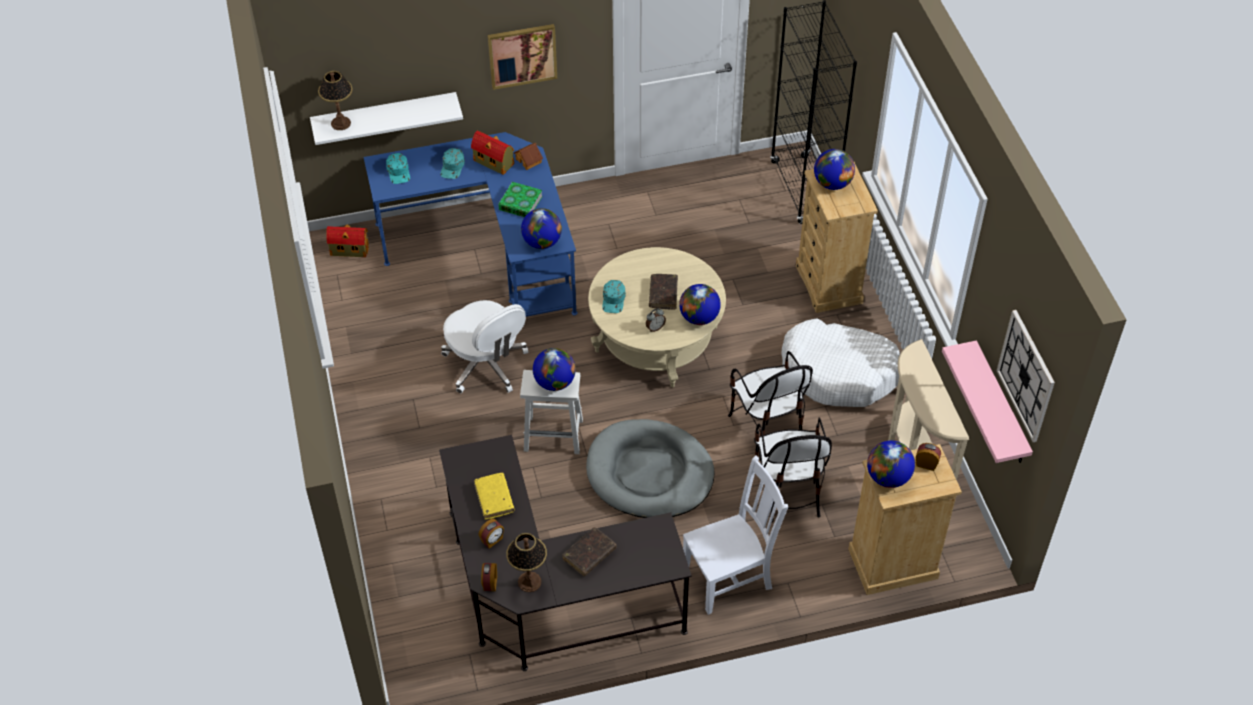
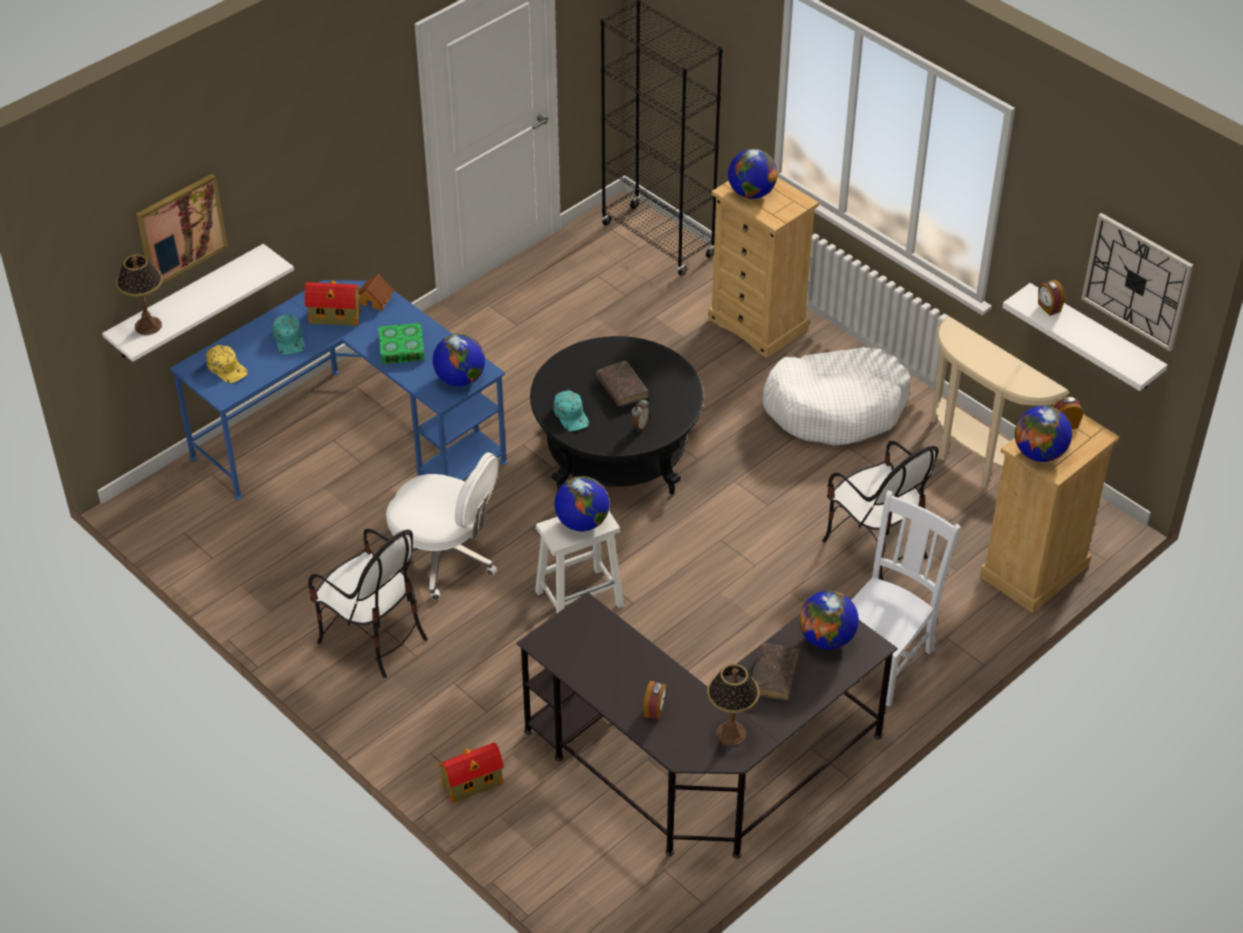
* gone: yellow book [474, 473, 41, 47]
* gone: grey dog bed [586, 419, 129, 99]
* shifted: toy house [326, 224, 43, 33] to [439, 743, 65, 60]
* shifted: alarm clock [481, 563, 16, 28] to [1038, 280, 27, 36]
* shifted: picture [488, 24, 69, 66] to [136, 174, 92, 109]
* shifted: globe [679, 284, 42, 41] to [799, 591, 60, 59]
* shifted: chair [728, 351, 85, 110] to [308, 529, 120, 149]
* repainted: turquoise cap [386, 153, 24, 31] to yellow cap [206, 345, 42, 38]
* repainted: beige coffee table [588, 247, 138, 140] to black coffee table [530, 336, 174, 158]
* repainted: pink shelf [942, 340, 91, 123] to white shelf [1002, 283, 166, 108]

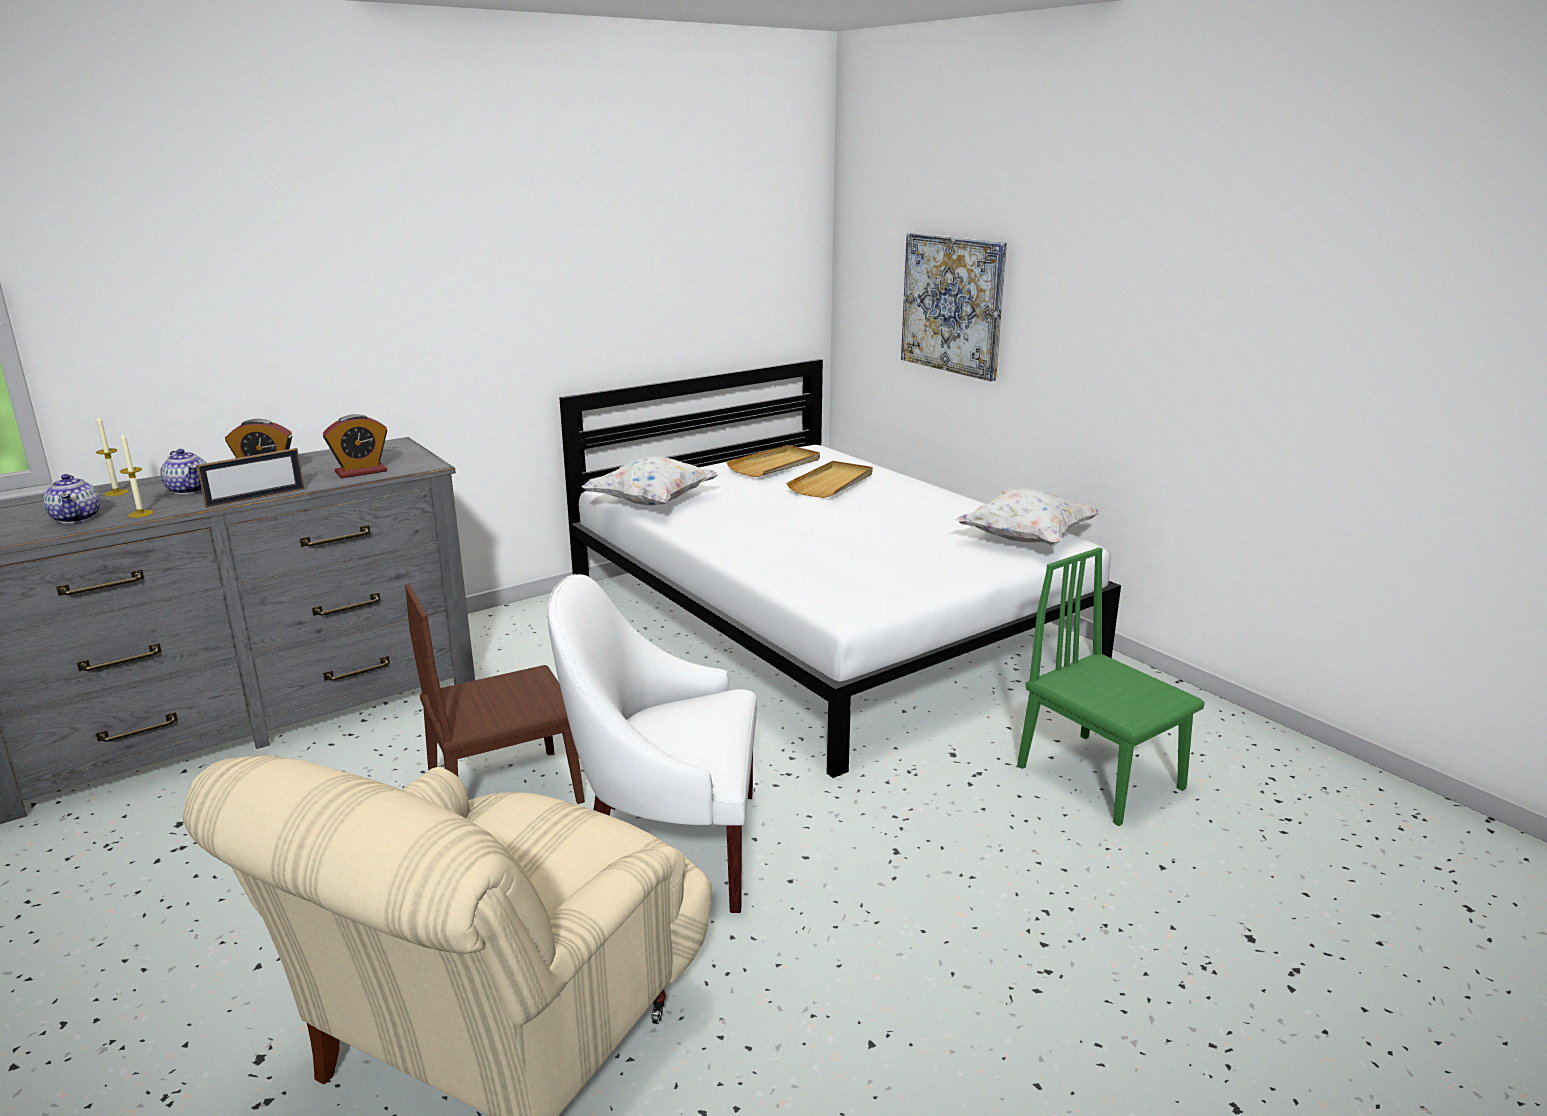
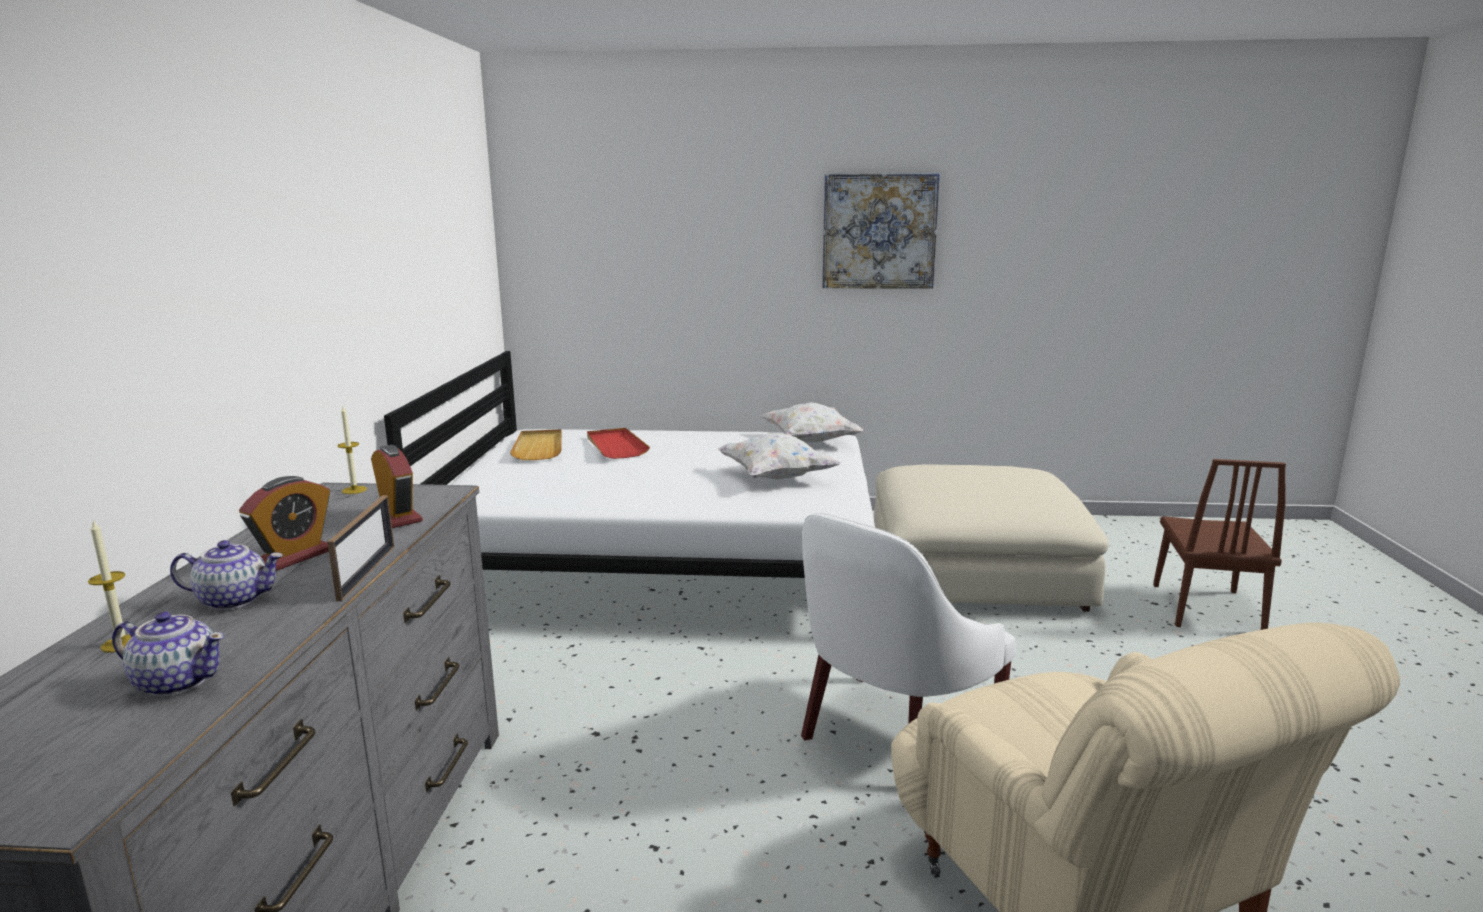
* shifted: candle [120, 433, 34, 85] to [337, 406, 30, 88]
* shifted: brown chair [405, 584, 180, 220] to [1153, 459, 133, 171]
* shifted: white pillow [581, 456, 138, 49] to [718, 433, 123, 46]
* shifted: picture [901, 233, 106, 148] to [822, 173, 118, 116]
* swapped: green chair [1017, 547, 188, 279] to beige ottoman [874, 464, 235, 148]
* repainted: beige tray [786, 461, 86, 37] to red tray [587, 428, 63, 31]
* rotated: alarm clock [323, 414, 64, 64] = [371, 445, 52, 83] 45 degrees counterclockwise

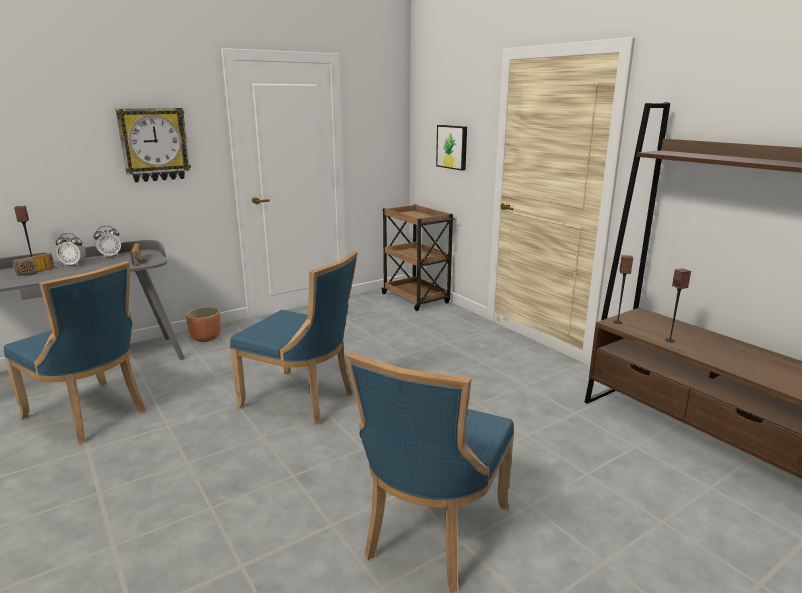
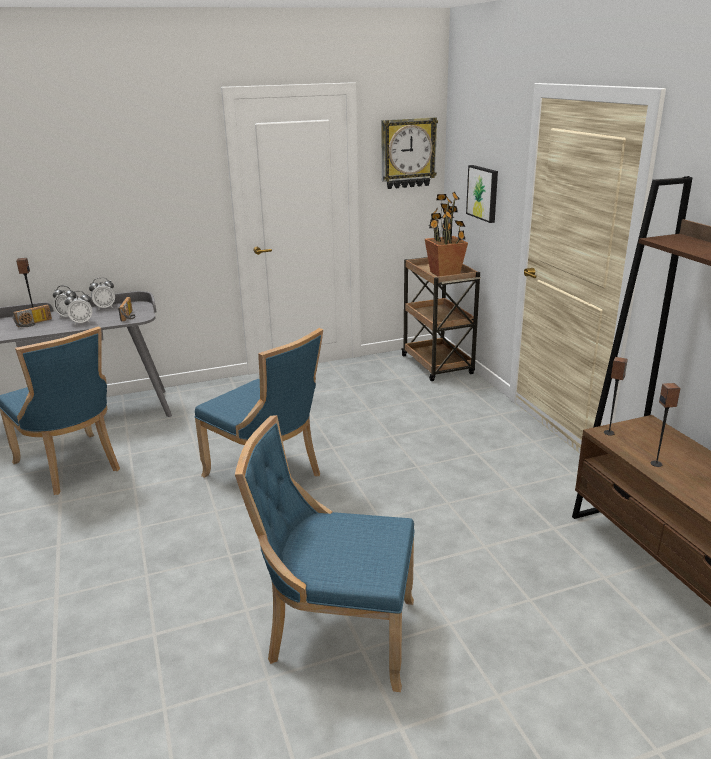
* gone: brown planter [186, 307, 35, 35]
* new: alarm clock [64, 291, 28, 34]
* new: potted plant [425, 192, 43, 85]
* shifted: wall clock [115, 108, 76, 74] to [382, 117, 56, 72]
* rotated: blue chair [346, 352, 168, 240] = [235, 415, 180, 277] 60 degrees clockwise

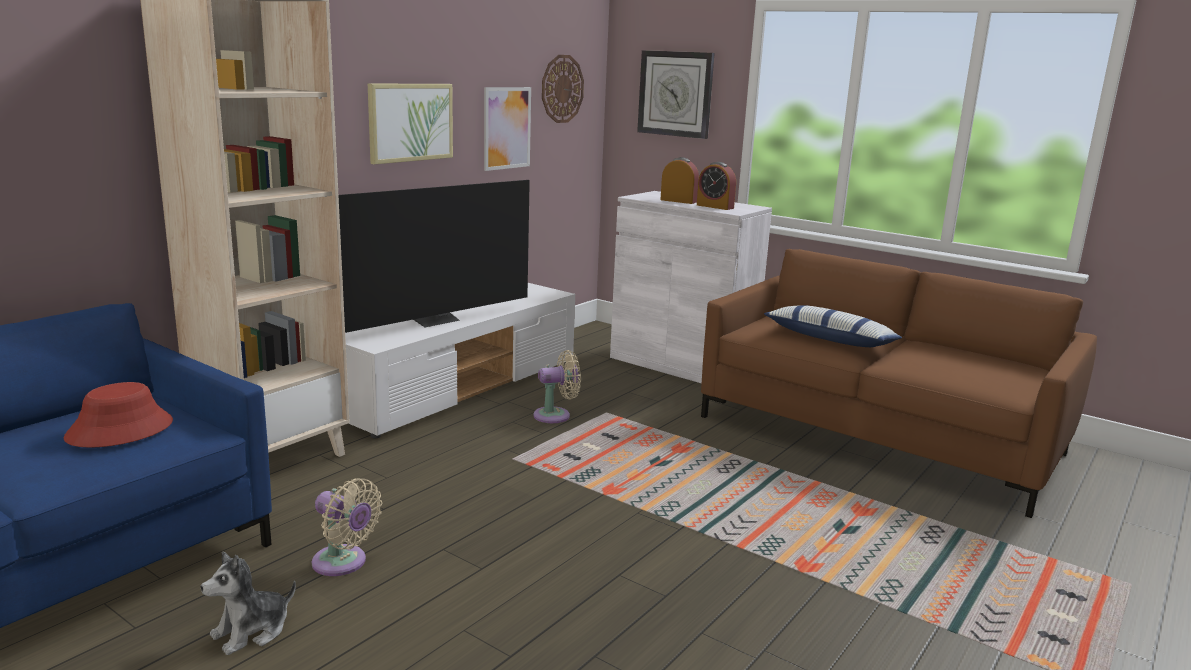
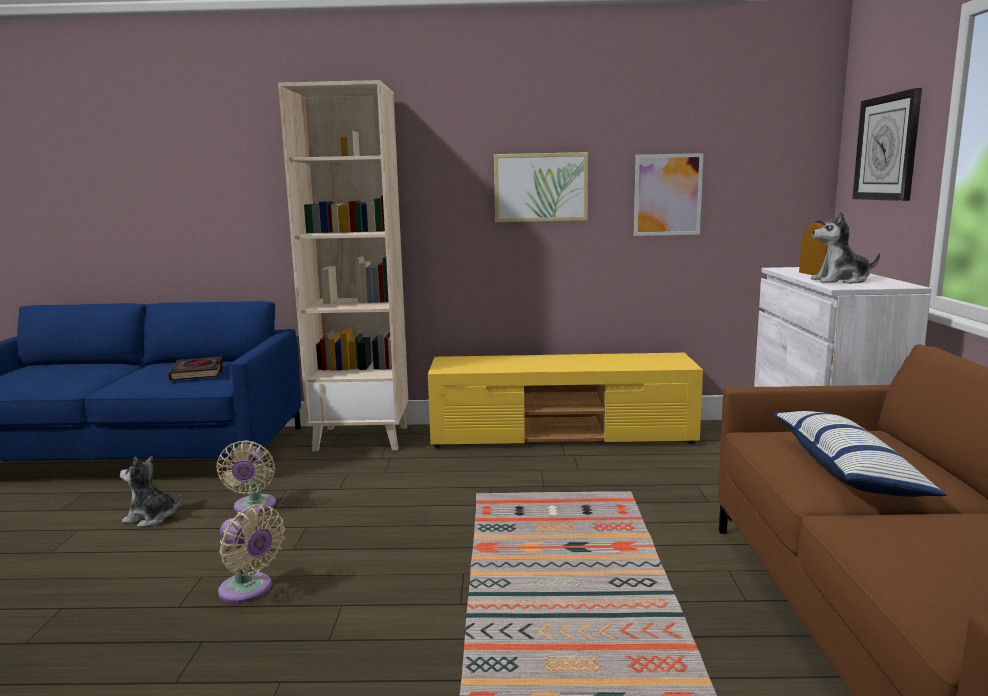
* gone: television [338, 180, 192, 153]
* gone: wall clock [542, 55, 42, 68]
* shifted: beige fan [534, 350, 47, 73] to [218, 504, 67, 99]
* swapped: red hat [63, 382, 110, 66] to black book [168, 356, 55, 25]
* swapped: alarm clock [697, 162, 39, 48] to plush toy [811, 212, 69, 72]
* repainted: white tv stand [345, 283, 230, 155] to yellow tv stand [428, 353, 275, 95]

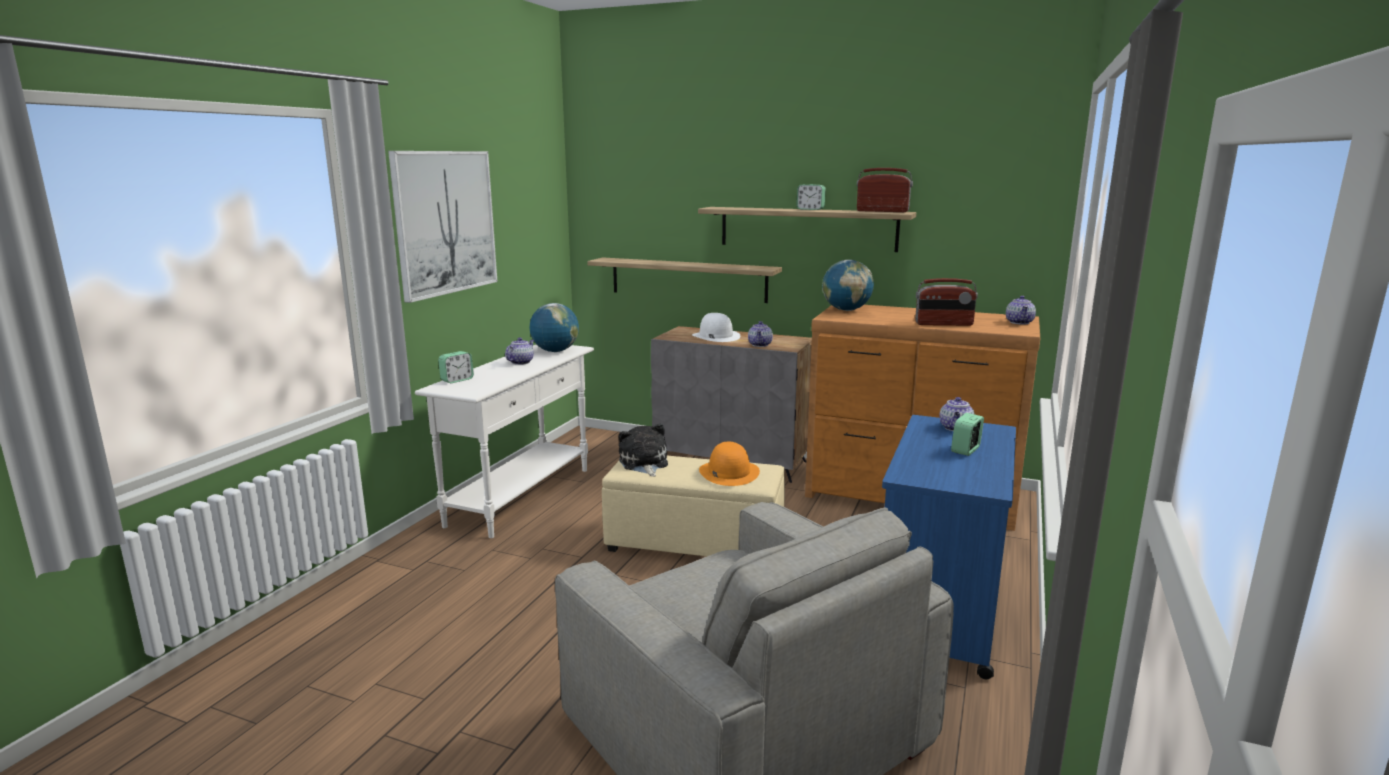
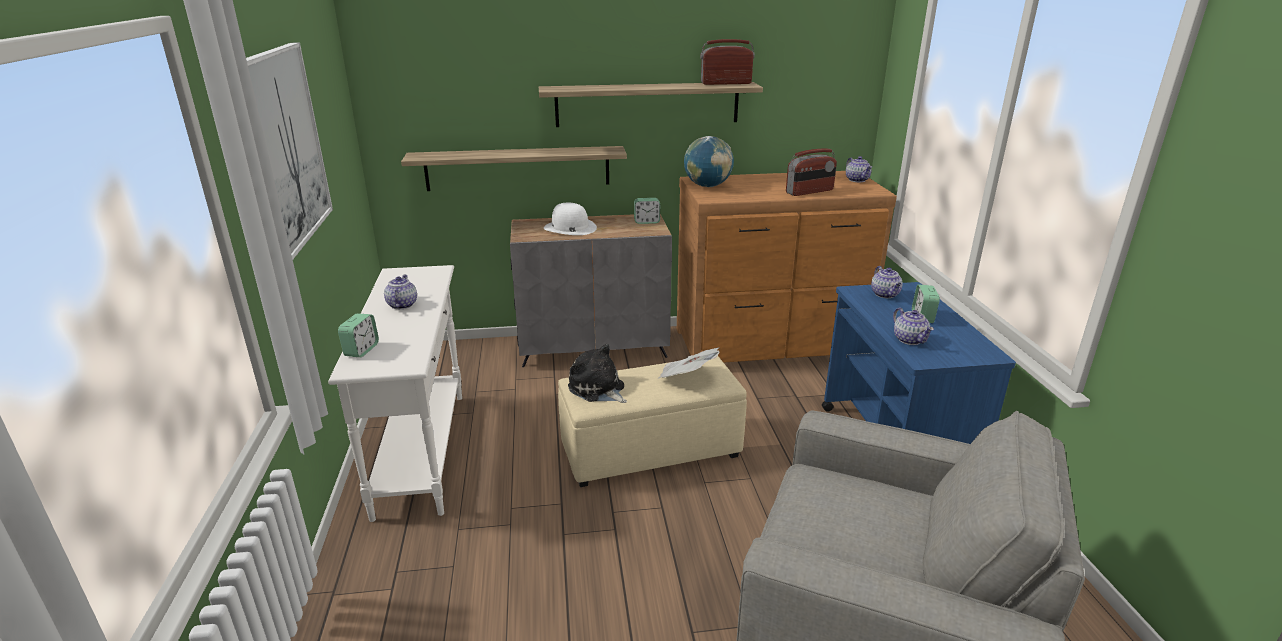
* gone: globe [530, 303, 49, 49]
* shifted: teapot [748, 321, 25, 26] to [893, 308, 41, 37]
* shifted: alarm clock [796, 184, 30, 26] to [634, 198, 26, 26]
* swapped: orange hat [699, 441, 61, 45] to newspaper [657, 347, 63, 32]

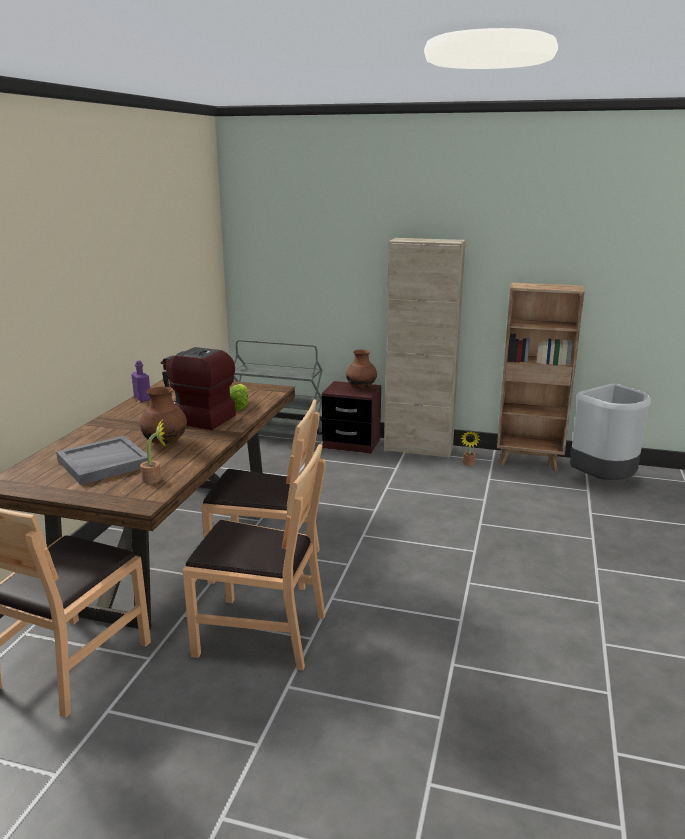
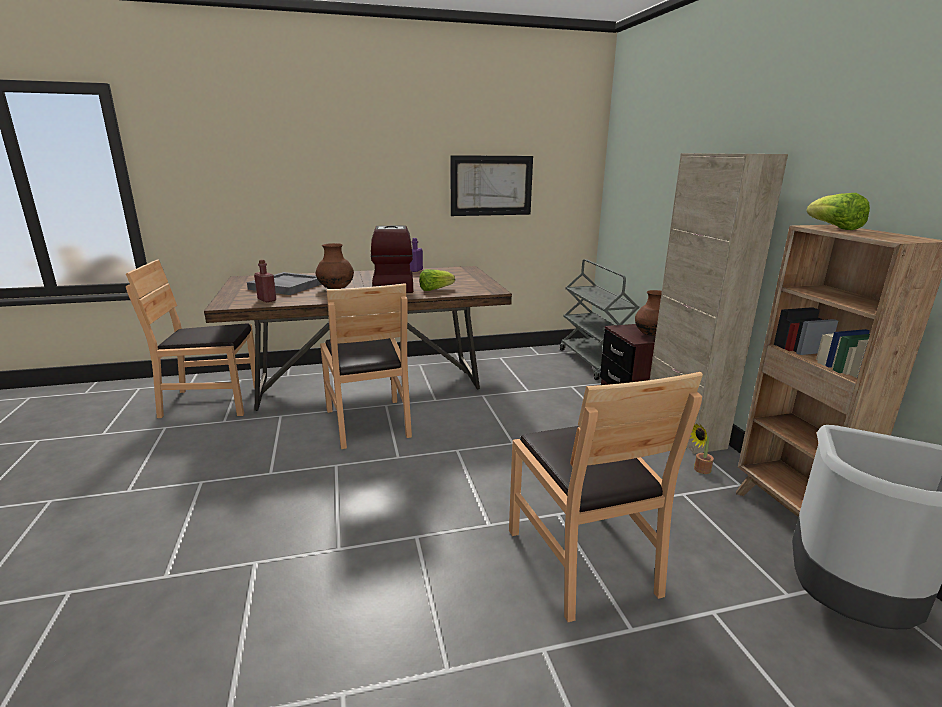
* new: picture [450, 155, 83, 61]
* new: lettuce [806, 193, 64, 37]
* shifted: brown chair [183, 444, 143, 227] to [509, 372, 194, 250]
* swapped: potted plant [140, 420, 26, 64] to red bottle [254, 259, 22, 43]

